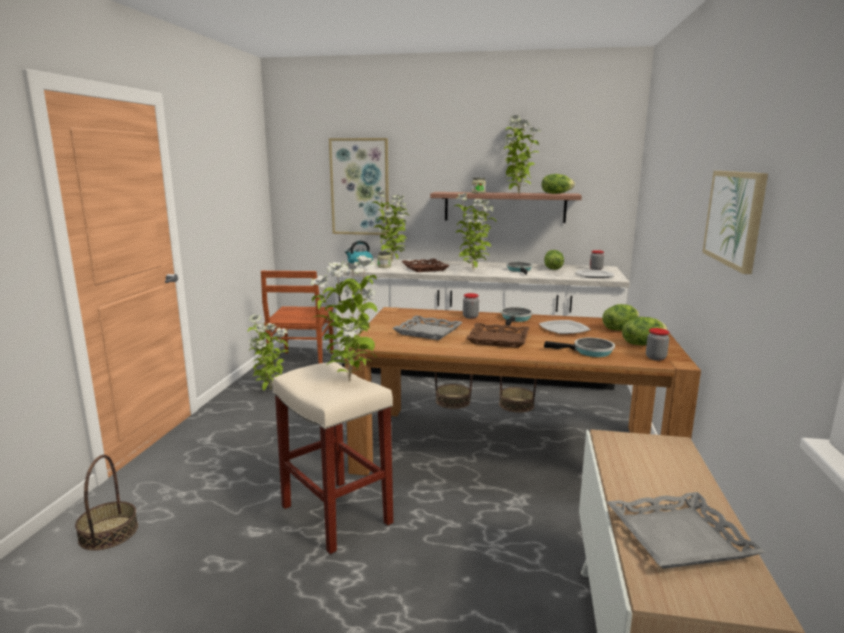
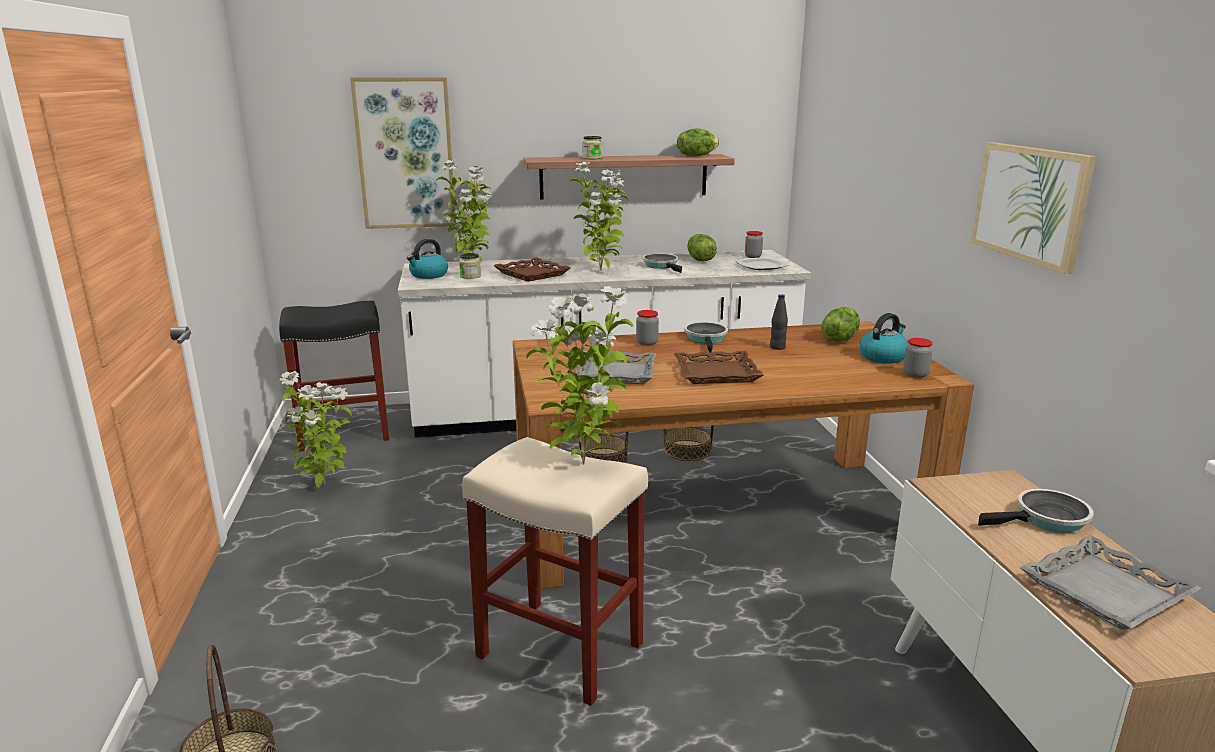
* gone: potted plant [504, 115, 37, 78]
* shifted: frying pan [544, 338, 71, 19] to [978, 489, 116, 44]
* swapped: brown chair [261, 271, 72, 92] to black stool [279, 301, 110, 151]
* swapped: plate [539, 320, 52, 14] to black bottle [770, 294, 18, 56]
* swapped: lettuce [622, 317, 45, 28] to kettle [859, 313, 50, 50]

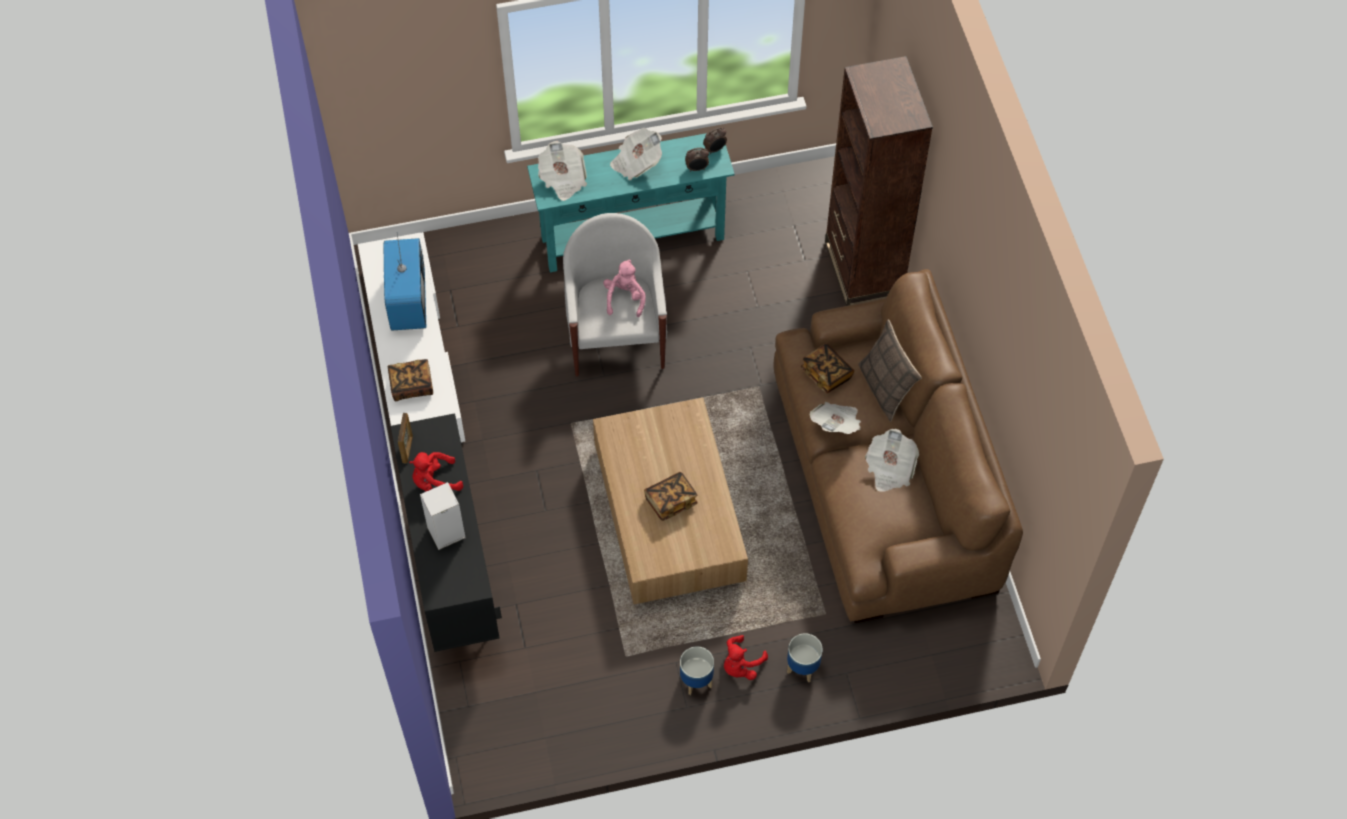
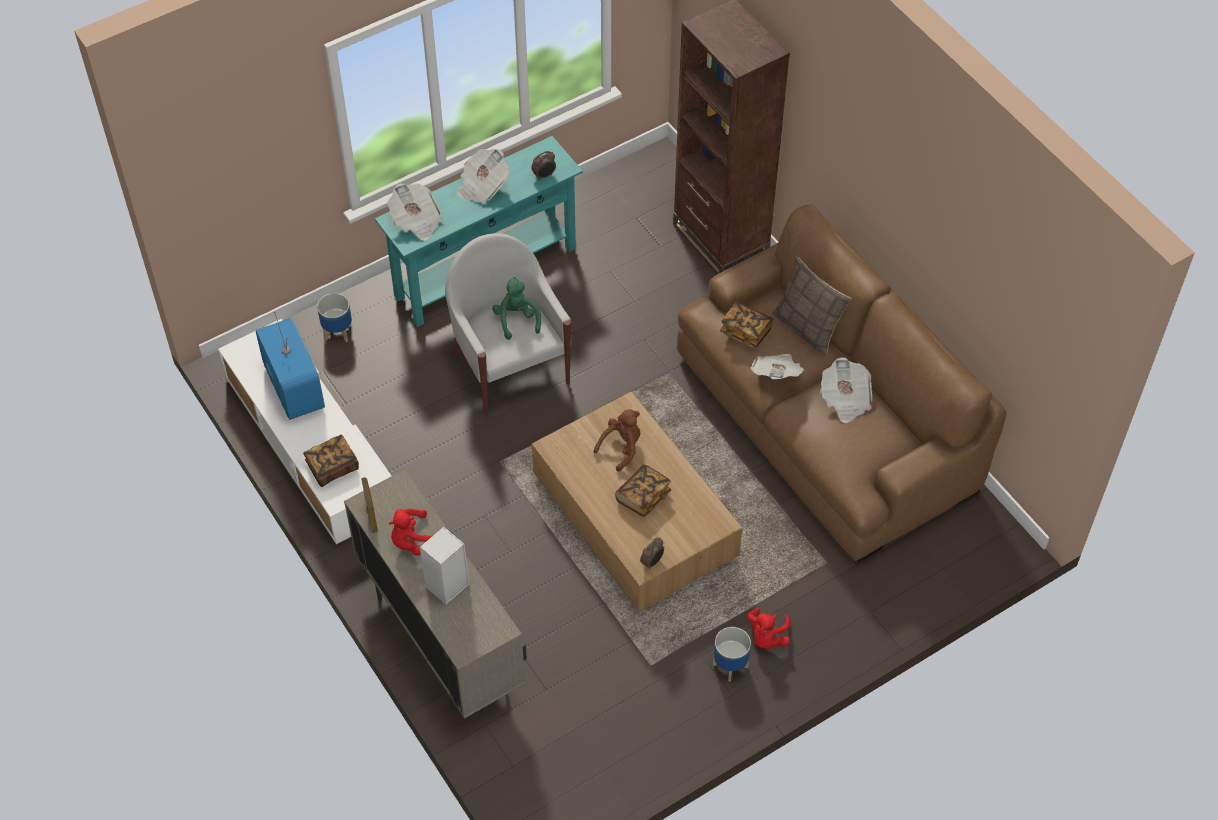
* new: brown plush toy [594, 410, 46, 61]
* shifted: alarm clock [703, 127, 24, 27] to [640, 538, 24, 32]
* shifted: planter [787, 633, 36, 49] to [317, 293, 35, 49]
* repainted: black cabinet [391, 413, 111, 239] to beige cabinet [344, 469, 183, 249]
* repainted: pink plush toy [603, 259, 43, 58] to green plush toy [492, 277, 49, 63]

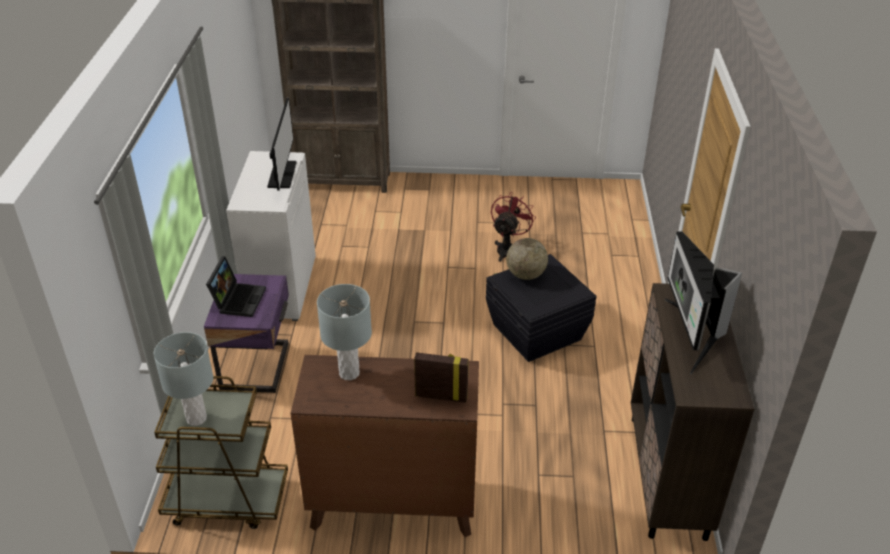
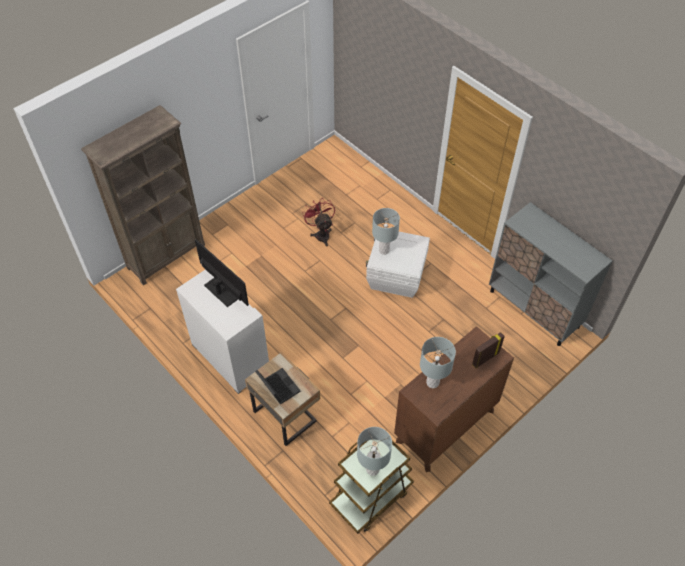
* gone: monitor [665, 232, 77, 142]
* swapped: globe [506, 238, 42, 42] to grey table lamp [372, 208, 28, 47]
* repainted: purple nightstand [204, 274, 85, 119] to beige nightstand [245, 352, 75, 94]
* repainted: black storage box [486, 254, 111, 108] to white storage box [366, 232, 64, 66]
* repainted: brown cabinet [631, 283, 124, 258] to grey cabinet [489, 202, 123, 144]

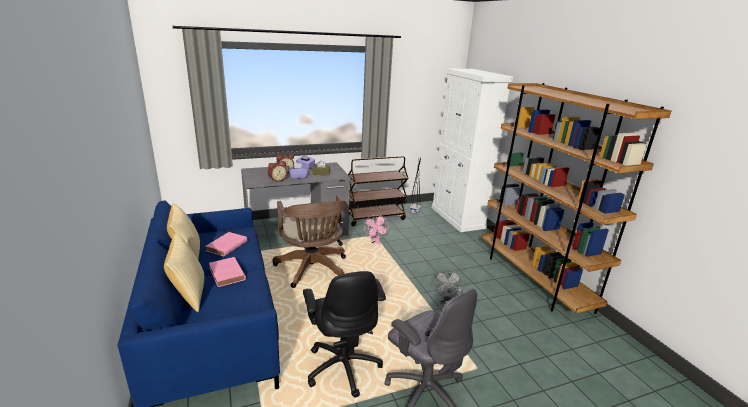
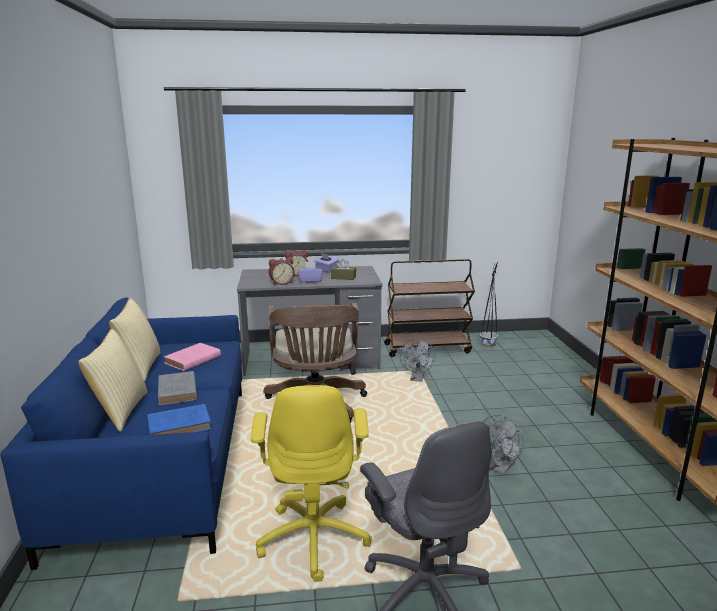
* gone: white cabinet [432, 68, 81, 164]
* new: blue book [147, 404, 64, 31]
* repainted: pink book [209, 257, 37, 30] to grey book [158, 371, 39, 34]
* repainted: black office chair [303, 271, 83, 127] to yellow office chair [251, 385, 121, 197]
* repainted: pink fan [364, 215, 25, 29] to grey fan [400, 338, 35, 44]

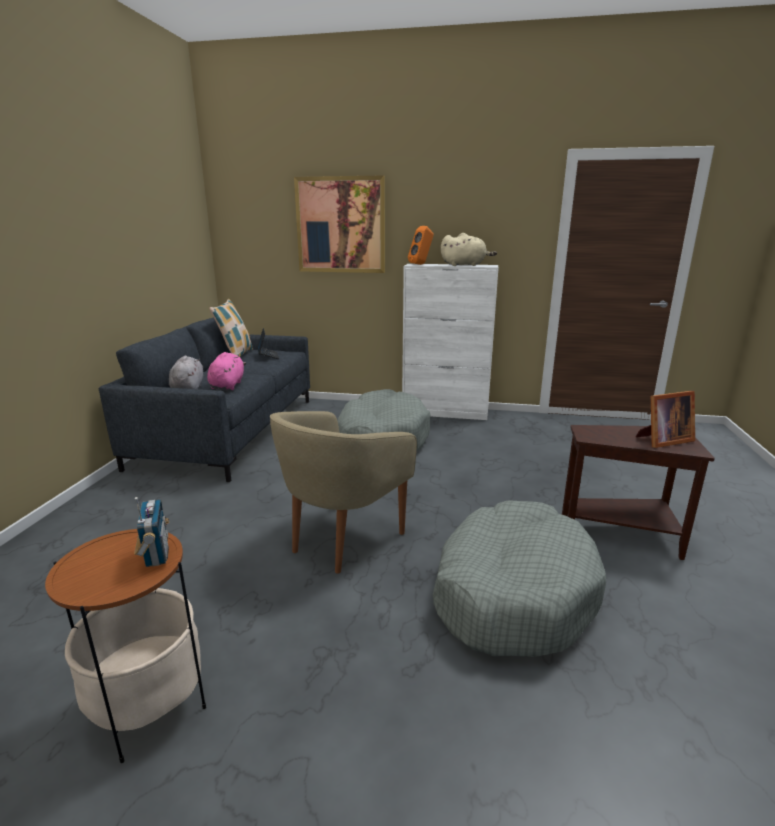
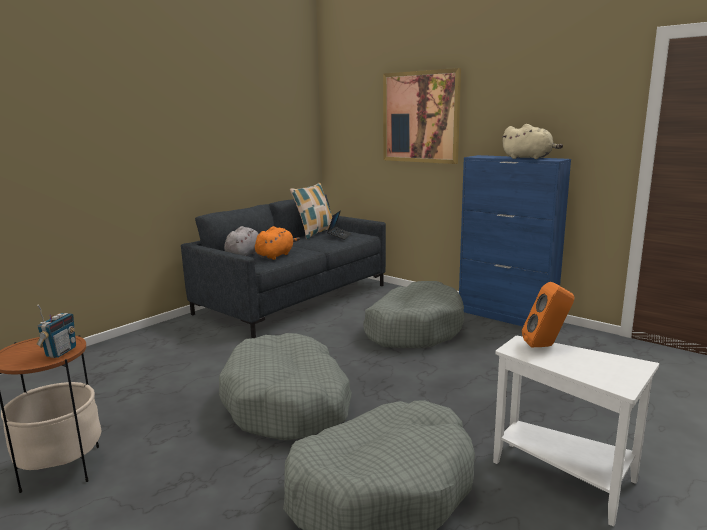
* gone: picture frame [636, 391, 59, 57]
* shifted: orange speaker [408, 226, 26, 39] to [522, 282, 52, 65]
* swapped: beige armchair [270, 411, 147, 163] to grey dog bed [219, 333, 133, 108]
* repainted: pink plush toy [207, 352, 39, 38] to orange plush toy [255, 226, 45, 34]
* repainted: white cabinet [402, 264, 97, 156] to blue cabinet [459, 155, 112, 171]
* repainted: brown side table [562, 425, 153, 135] to white side table [493, 336, 166, 191]

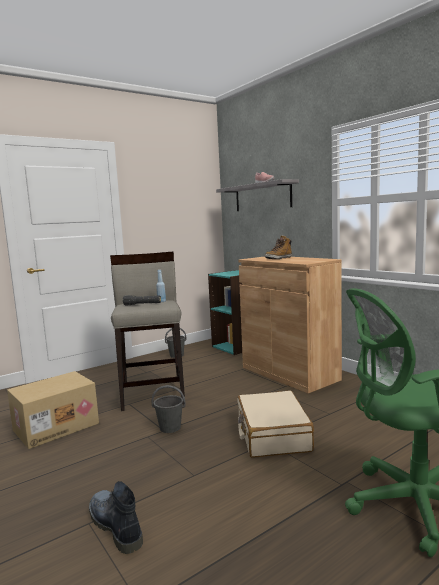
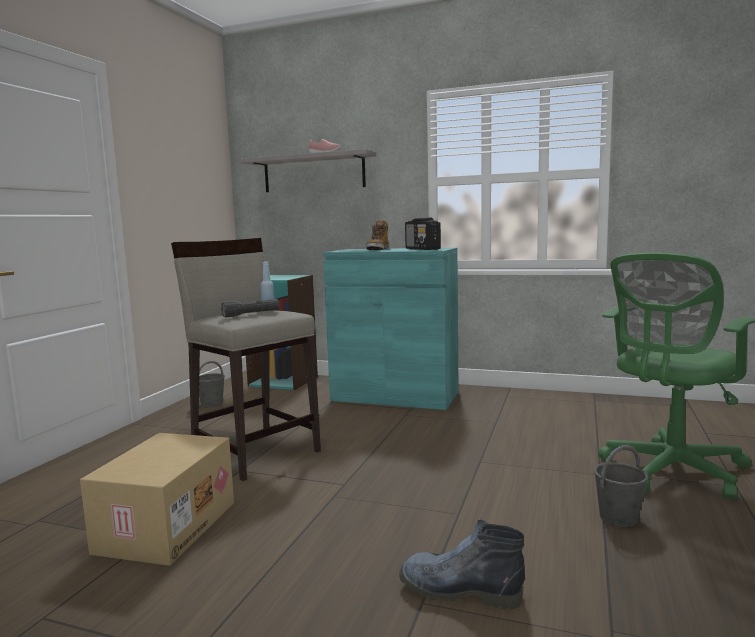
* gone: beige suitcase [237, 391, 77, 67]
* new: radio [405, 217, 36, 33]
* shifted: grey bucket [152, 385, 34, 48] to [594, 445, 54, 82]
* repainted: brown cabinet [238, 257, 104, 137] to turquoise cabinet [323, 248, 136, 162]

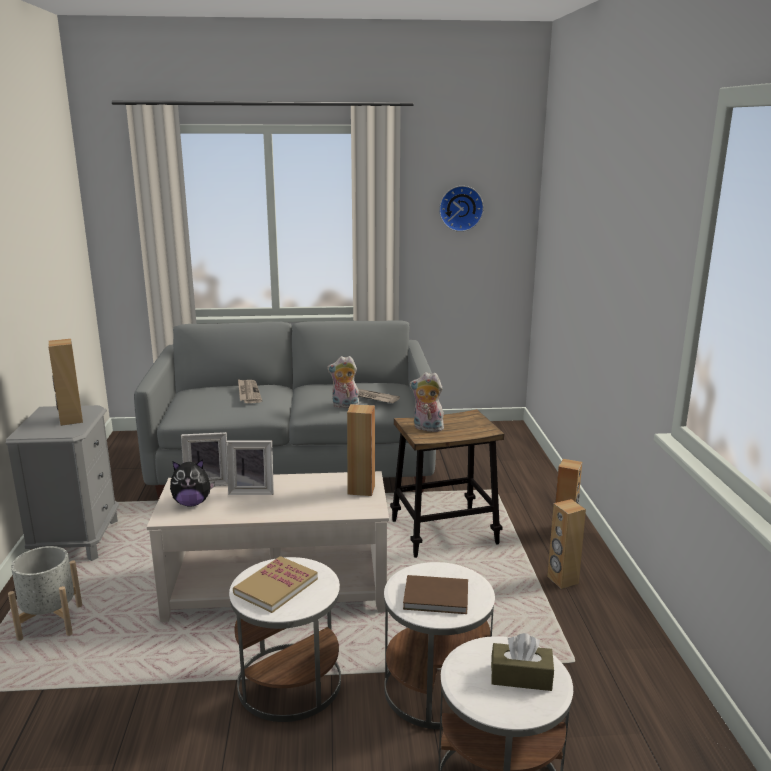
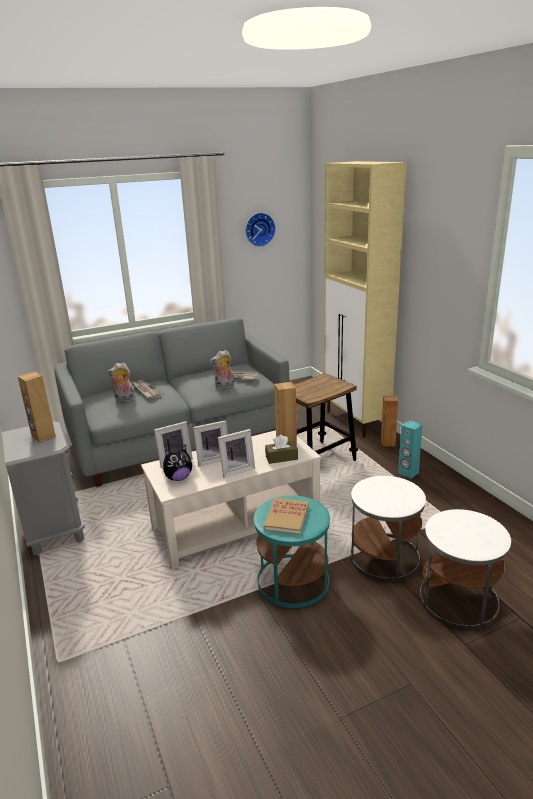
* gone: grey planter [8, 546, 74, 95]
* gone: brown book [403, 575, 65, 39]
* new: picture frame [218, 429, 37, 49]
* new: beige cabinet [324, 161, 83, 277]
* shifted: plush toy [410, 372, 34, 60] to [107, 362, 29, 40]
* shifted: brown tissue box [491, 633, 63, 58] to [265, 435, 33, 29]
* repainted: white side table [229, 557, 112, 165] to turquoise side table [254, 495, 76, 113]
* repainted: brown speaker [547, 499, 39, 90] to turquoise speaker [398, 420, 24, 59]

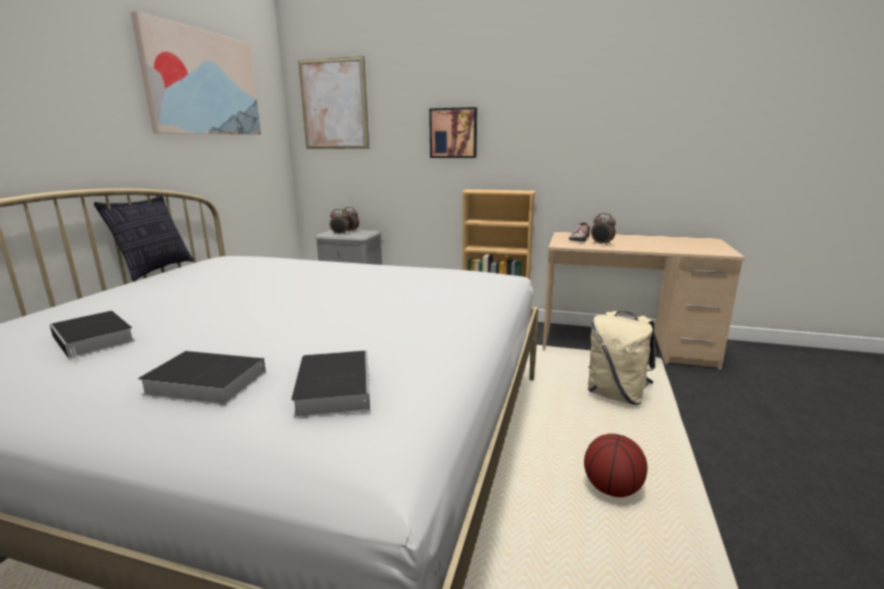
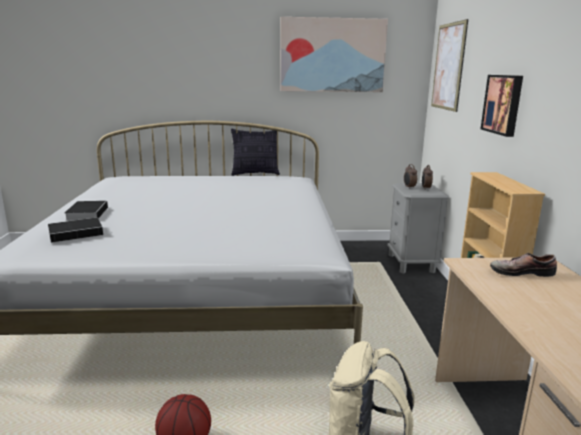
* gone: book [49, 311, 86, 51]
* gone: alarm clock [591, 213, 25, 33]

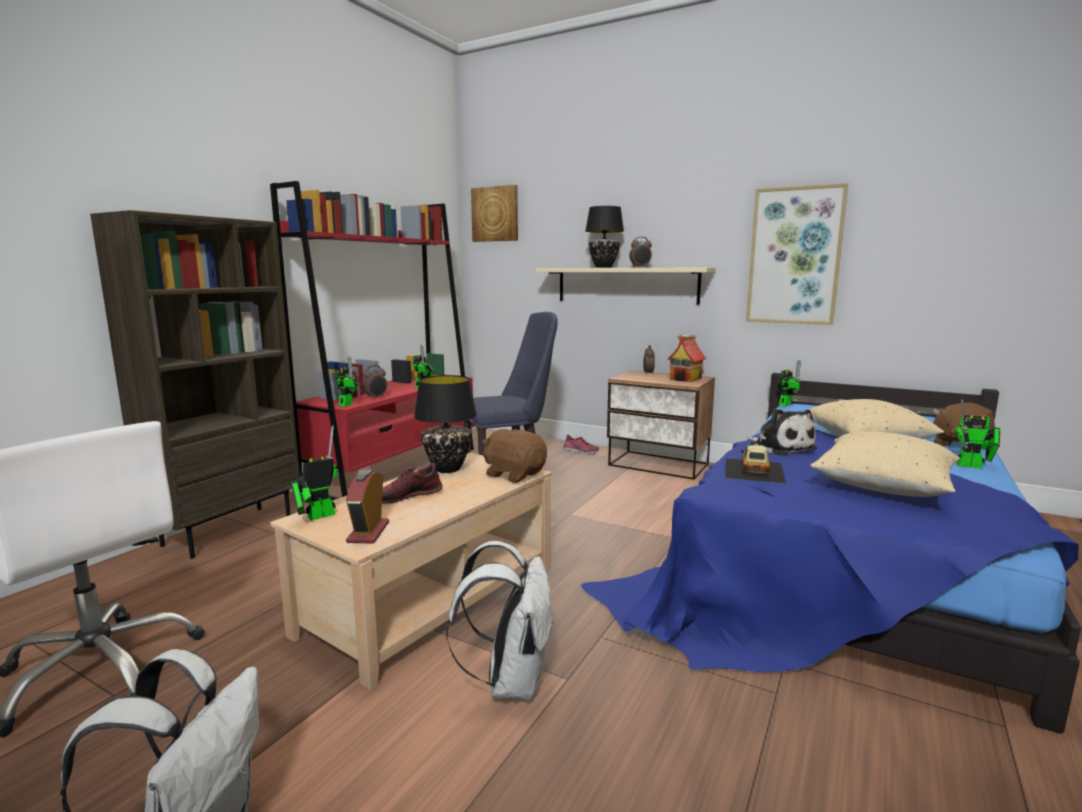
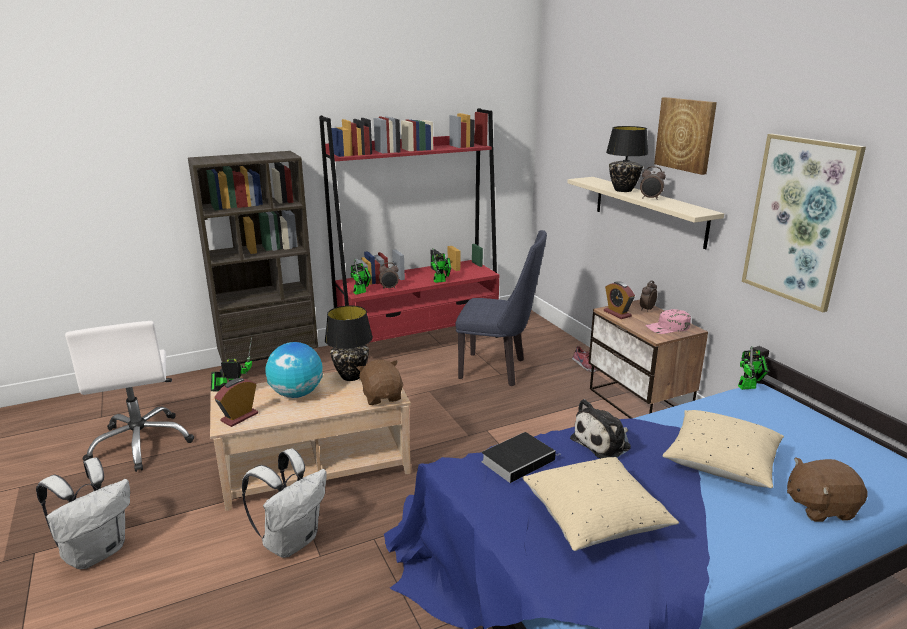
* gone: toy robot [955, 399, 45, 70]
* new: alarm clock [604, 281, 31, 38]
* shifted: picture [471, 185, 47, 57] to [654, 97, 63, 78]
* swapped: shoe [382, 463, 60, 41] to globe [265, 342, 58, 56]
* swapped: toy house [667, 335, 39, 47] to pink cap [645, 309, 46, 25]
* swapped: toy car [725, 445, 61, 39] to book [482, 432, 79, 51]
* rotated: plush toy [747, 409, 70, 46] = [570, 399, 61, 59] 45 degrees clockwise

